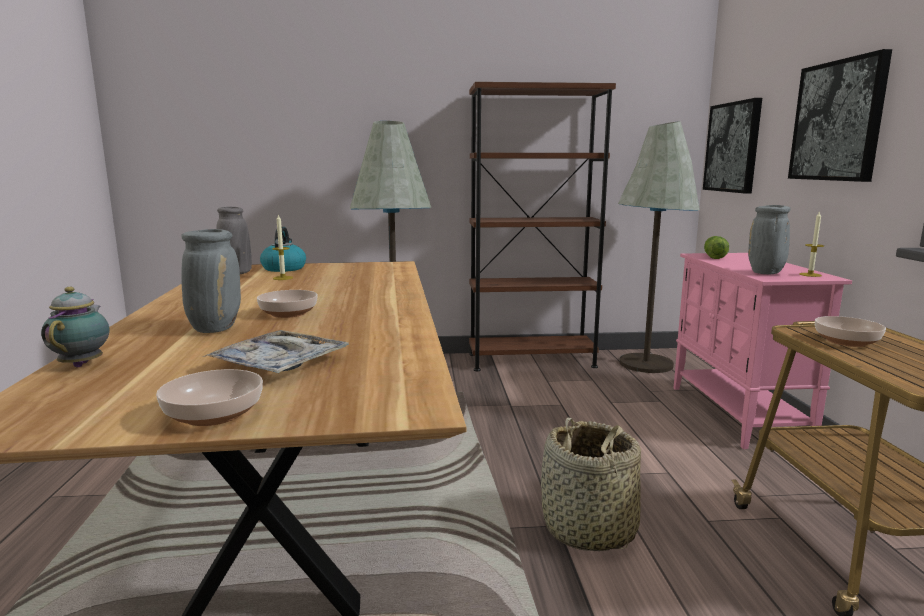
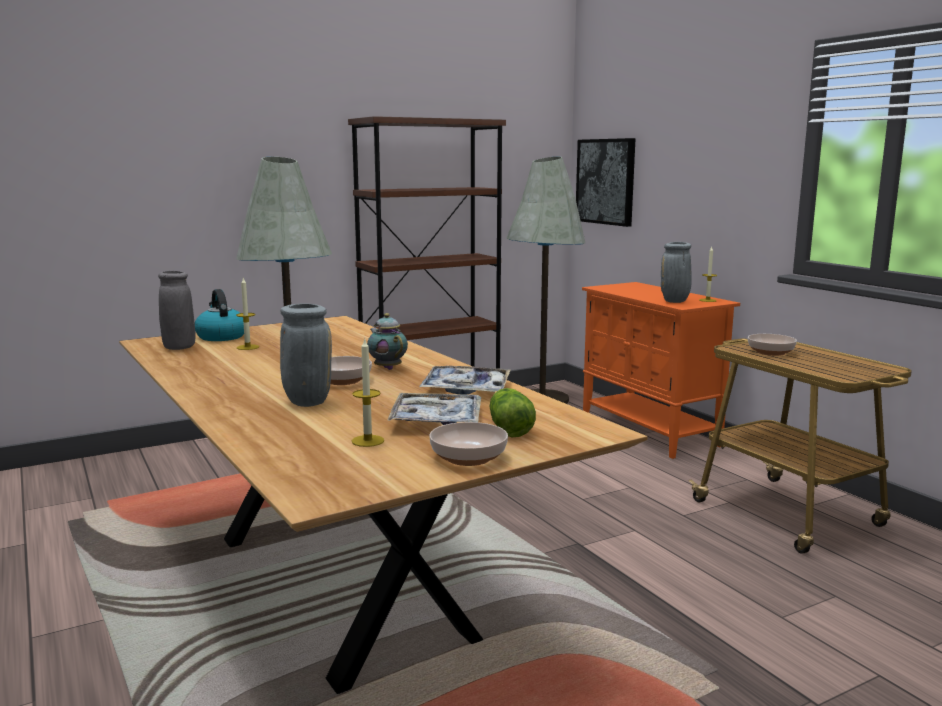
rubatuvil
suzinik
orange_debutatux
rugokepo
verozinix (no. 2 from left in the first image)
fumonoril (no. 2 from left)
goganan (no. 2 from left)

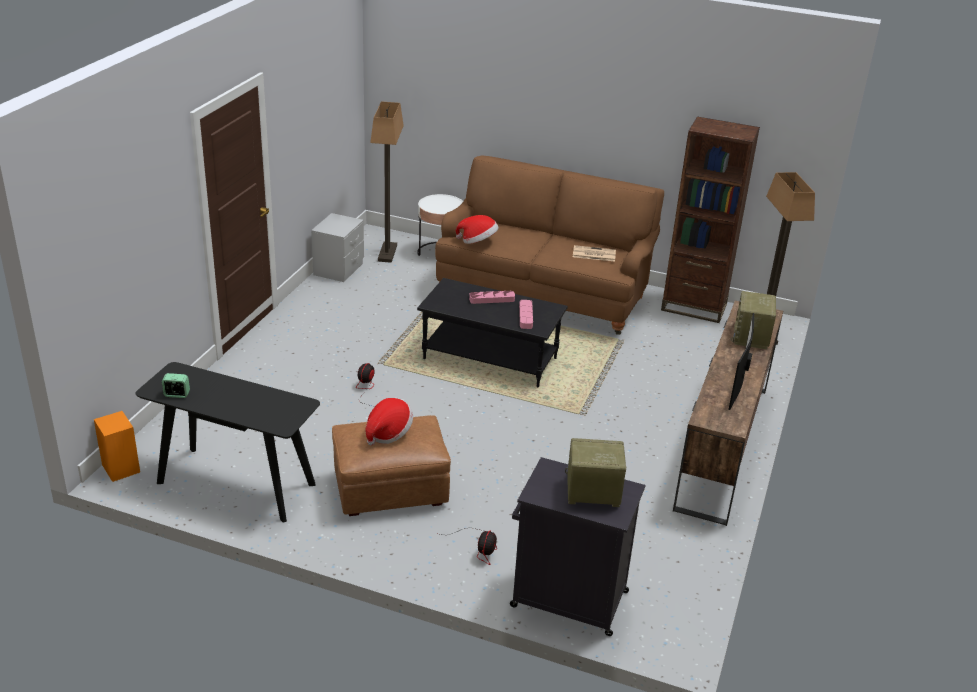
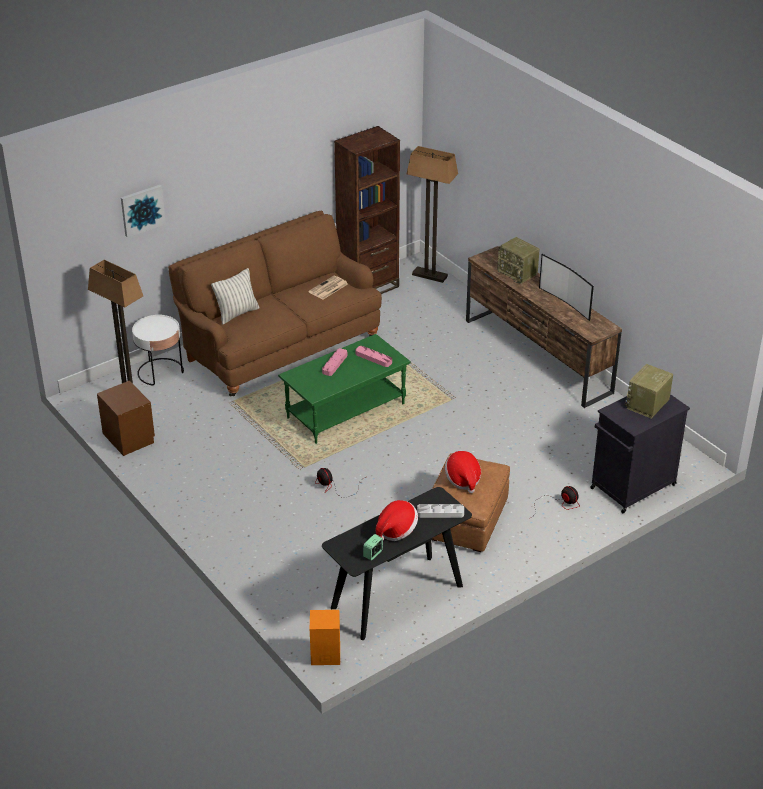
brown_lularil
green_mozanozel
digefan (no. 1 from left)
verozinix
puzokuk
grey_goganan

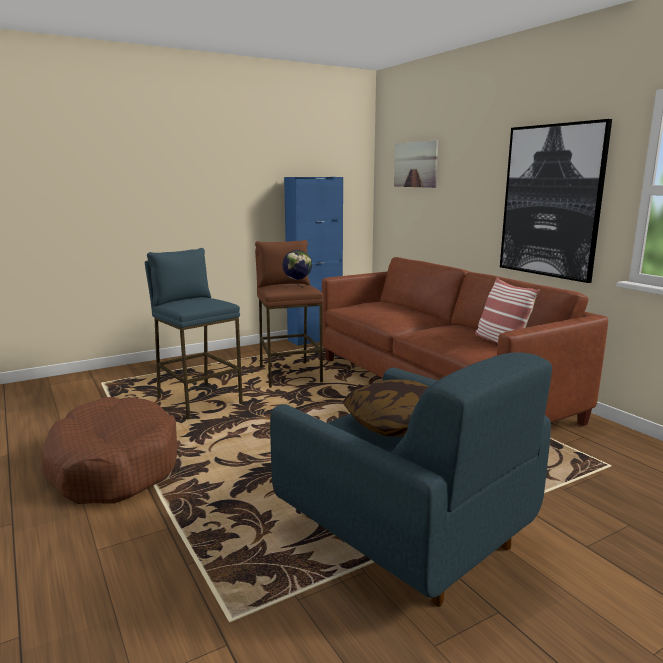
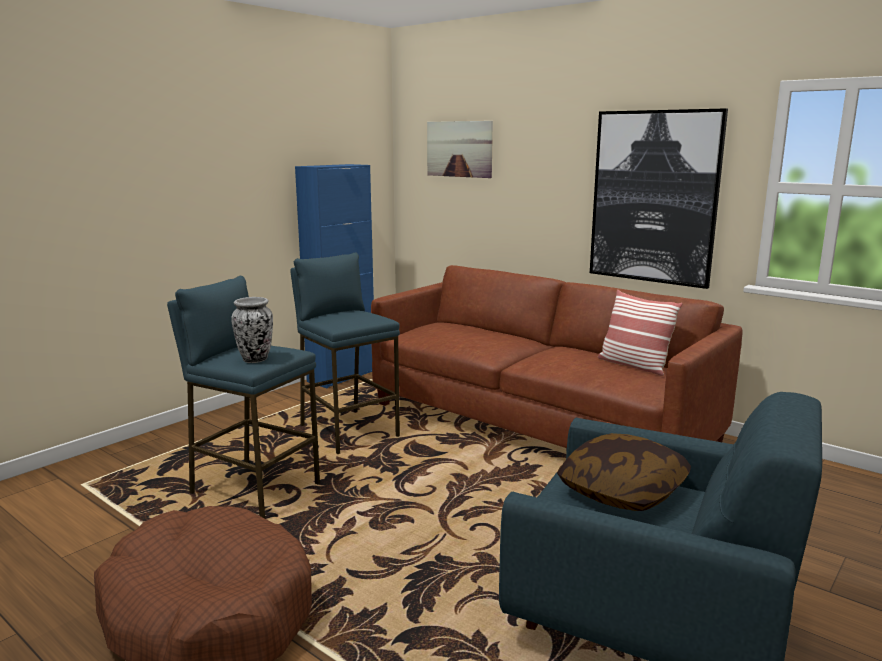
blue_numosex (no. 2 from left)
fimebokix
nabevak

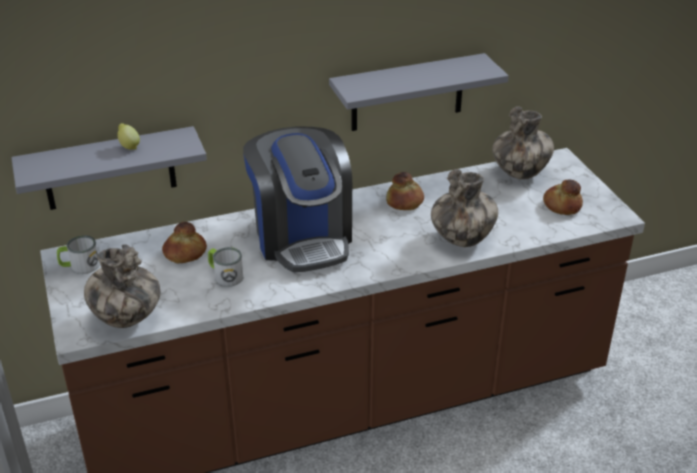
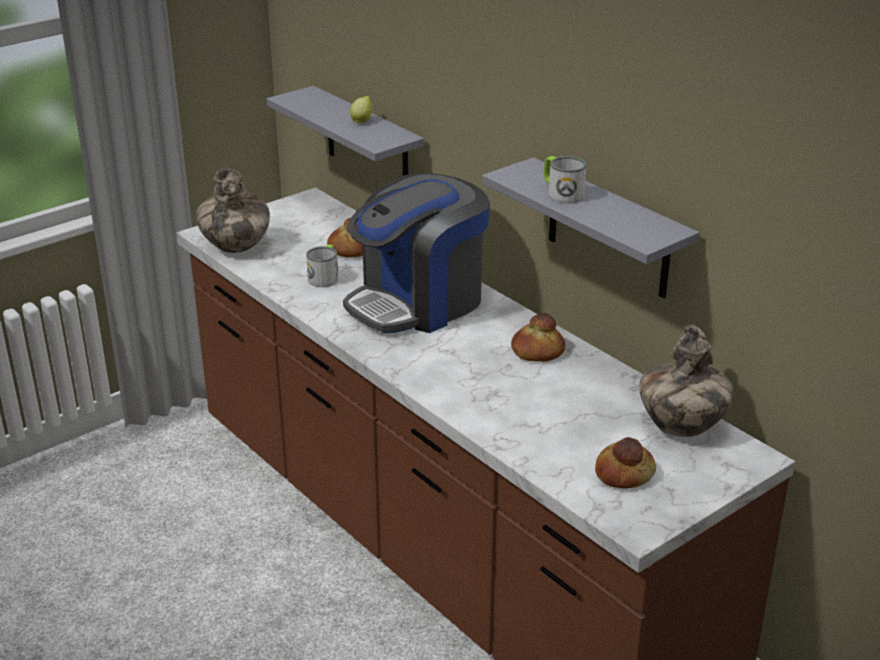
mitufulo (no. 2 from left)
nabevak (no. 2 from left in the first image)

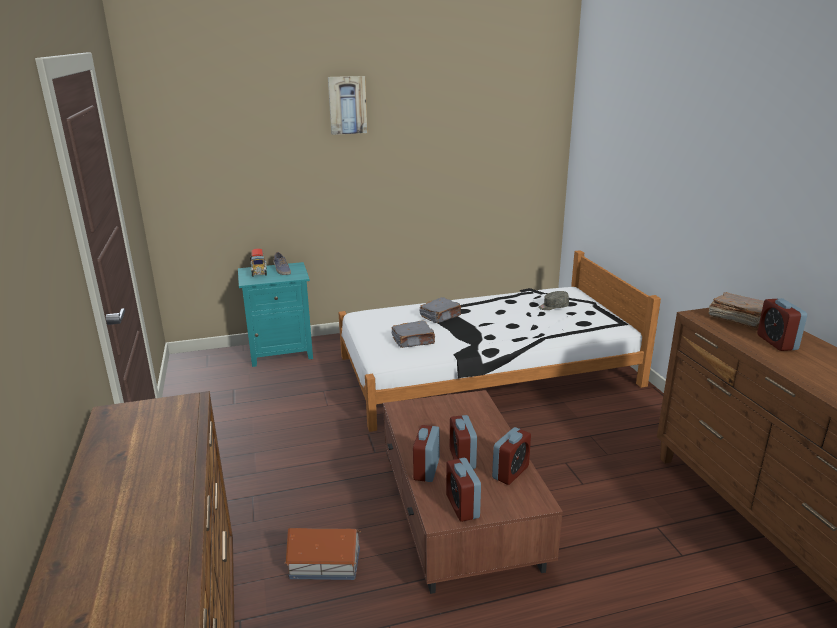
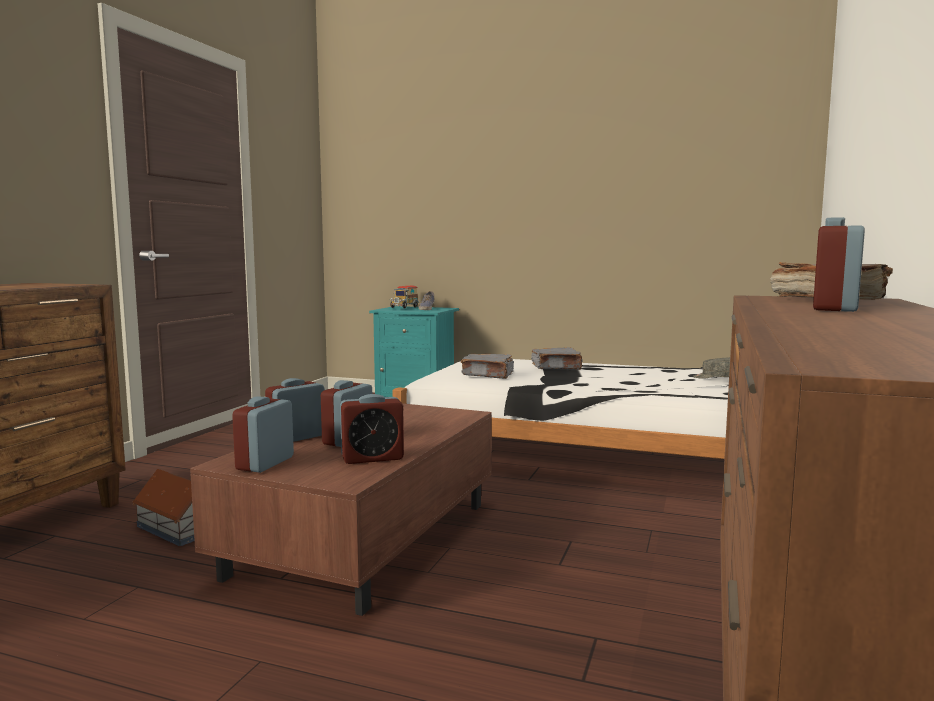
verozinix

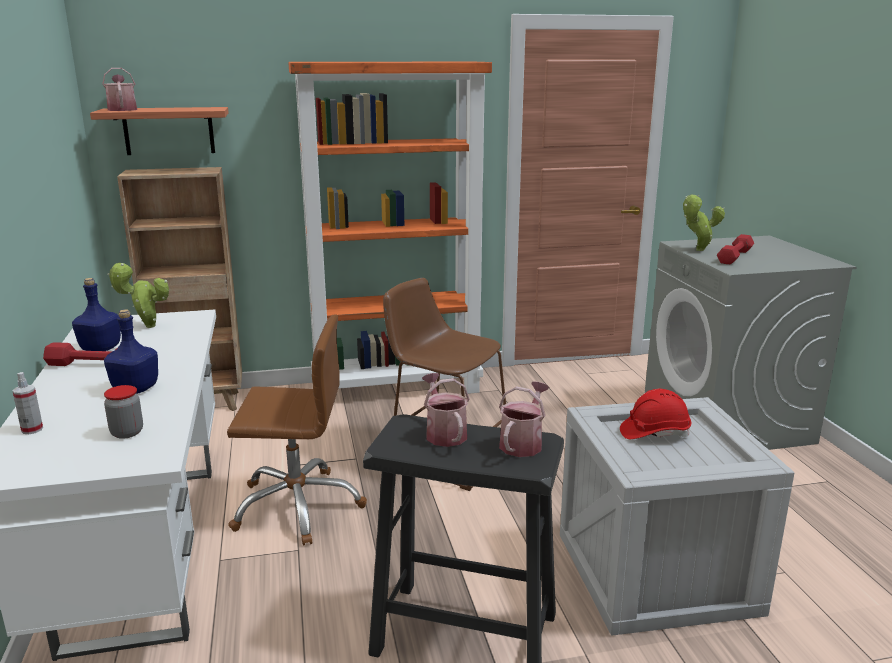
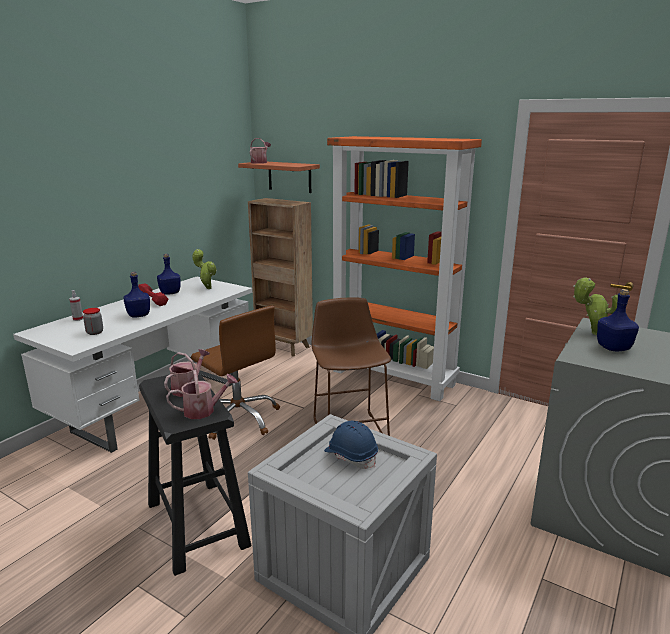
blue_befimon
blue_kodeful (no. 3 from left)

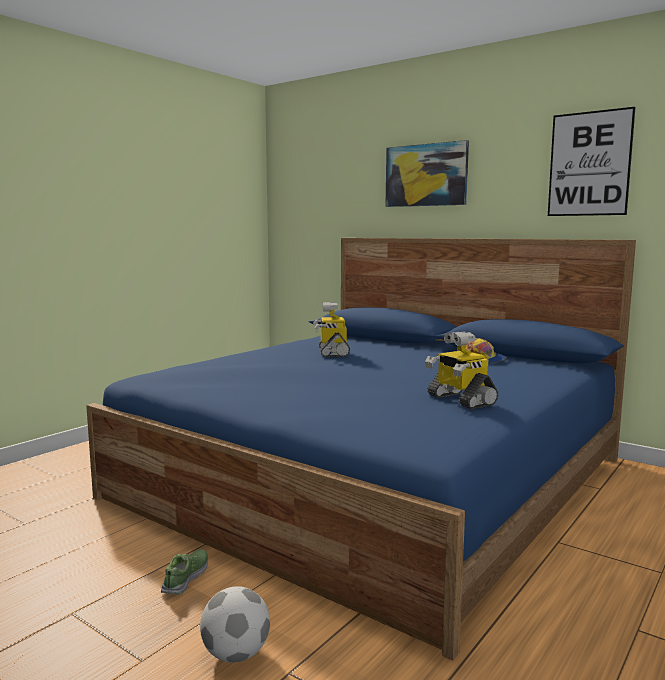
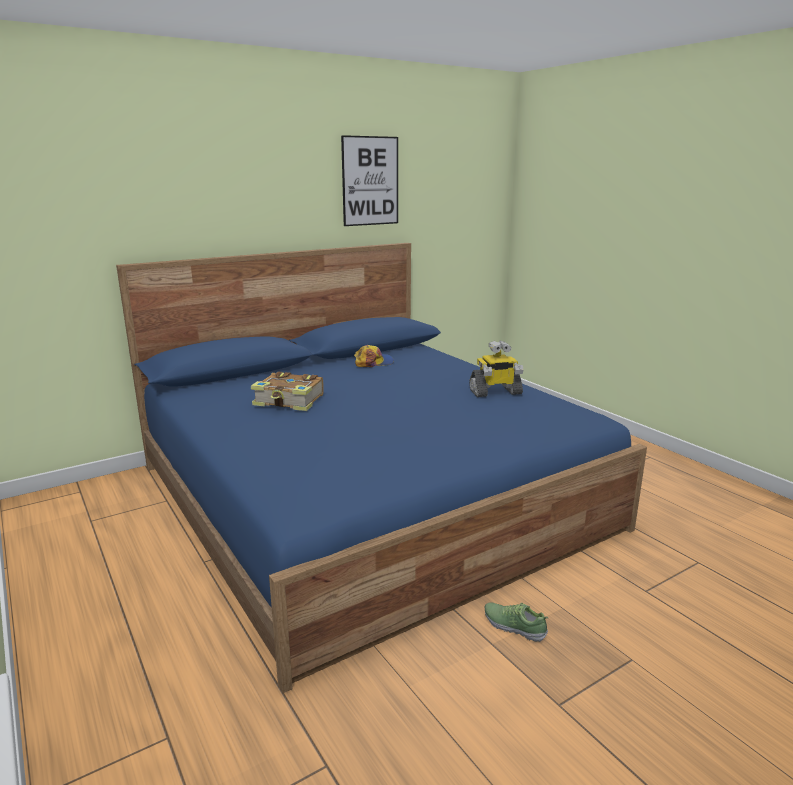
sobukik
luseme
verozinix (no. 1 from left in the first image)

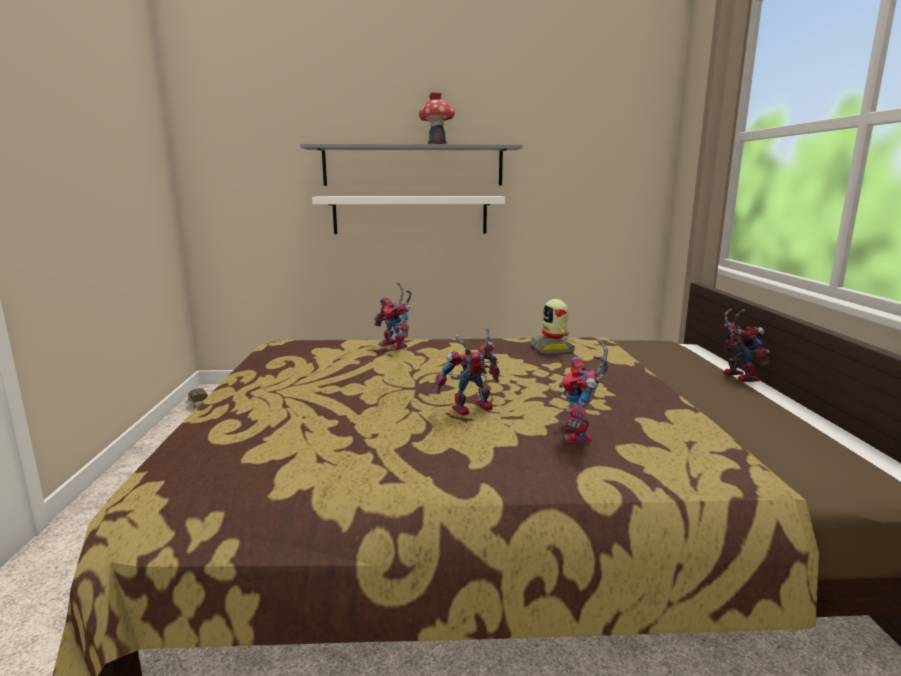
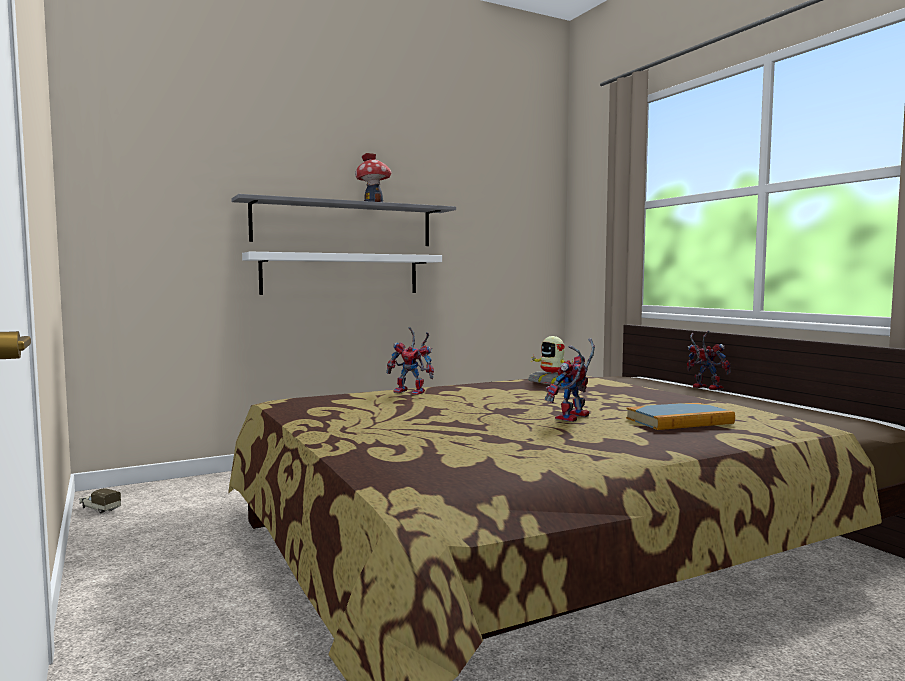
luseme

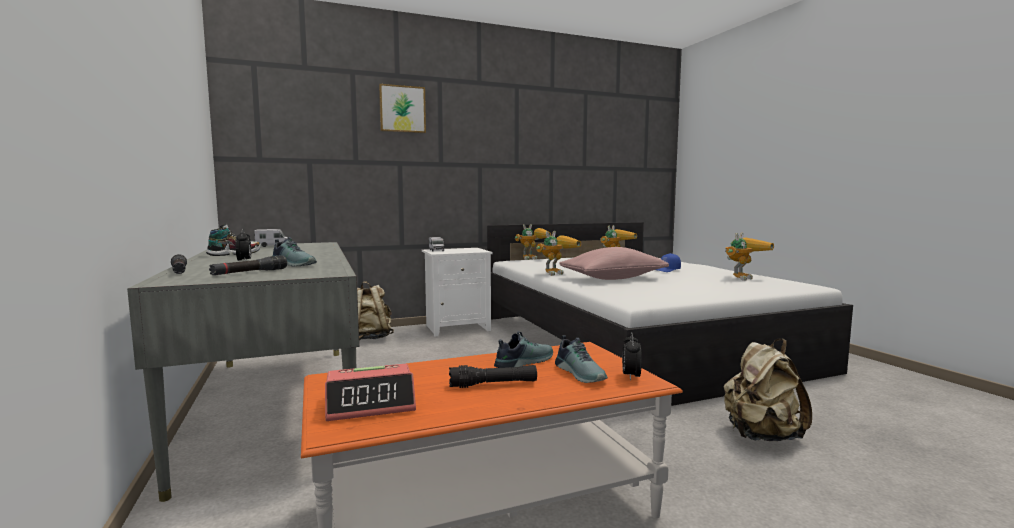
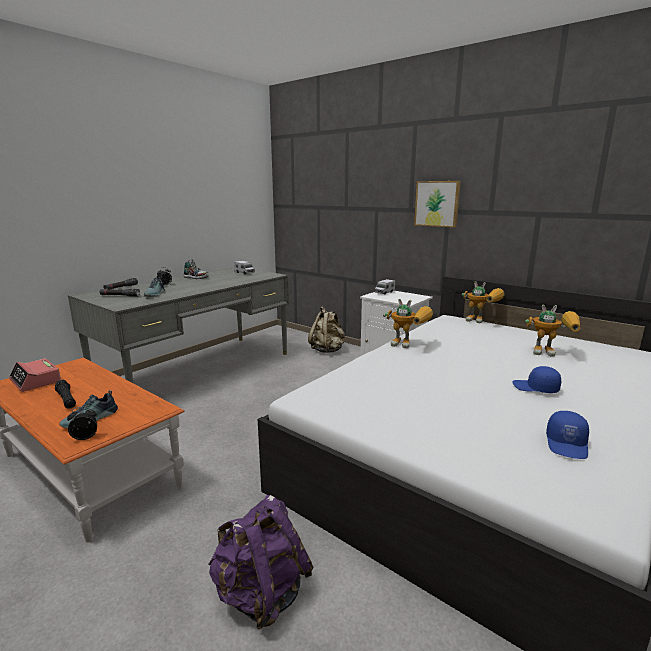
verozinix
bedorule (no. 3 from left in the first image)
pink_puzokuk
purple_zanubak
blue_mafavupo (no. 2 from left)

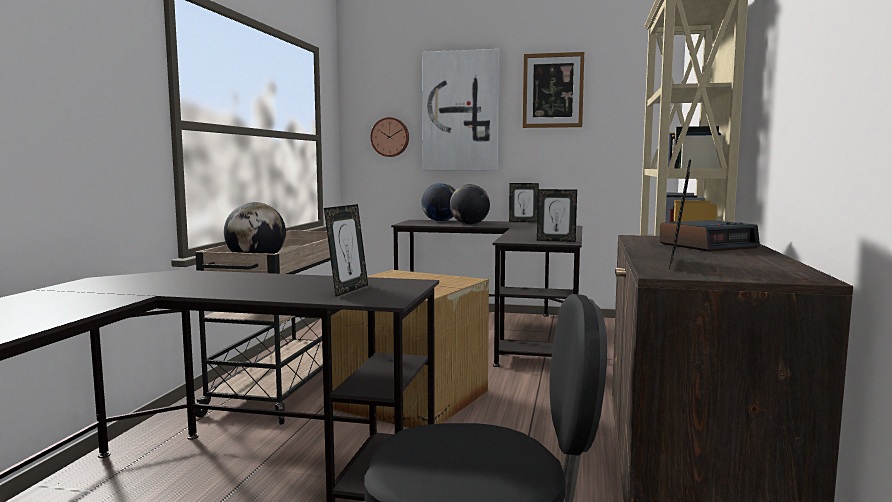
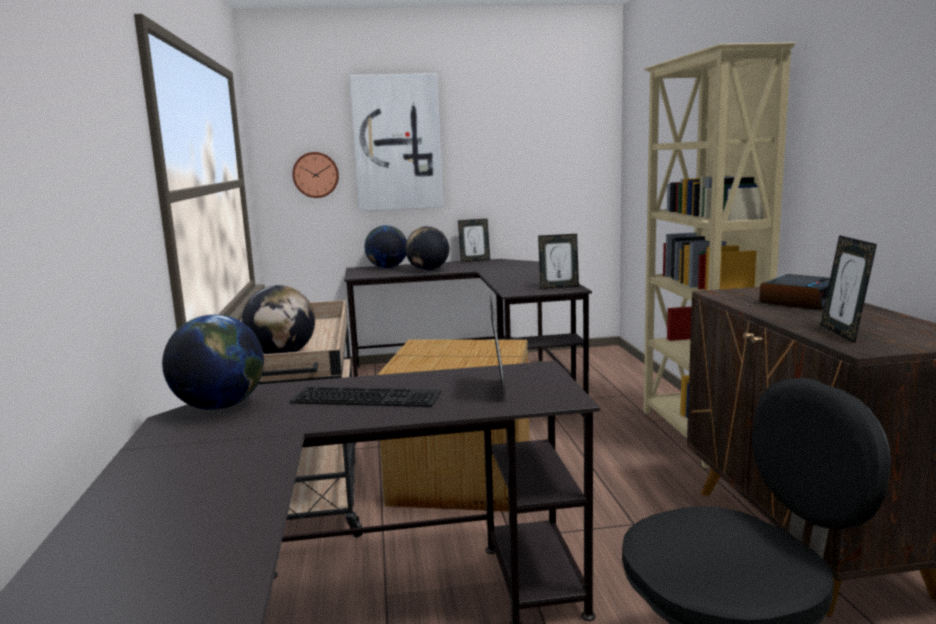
verozinix (no. 2 from left in the first image)
fimebokix (no. 1 from left)
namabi

